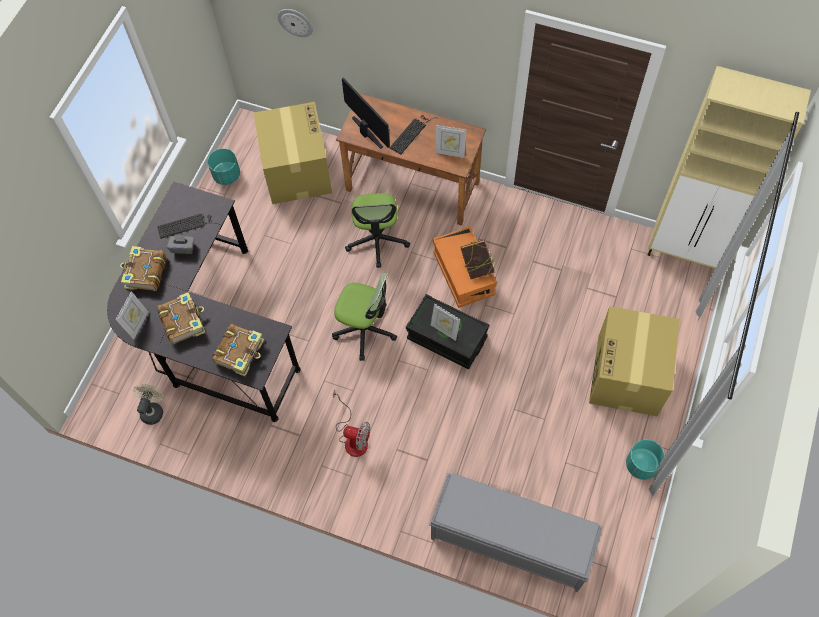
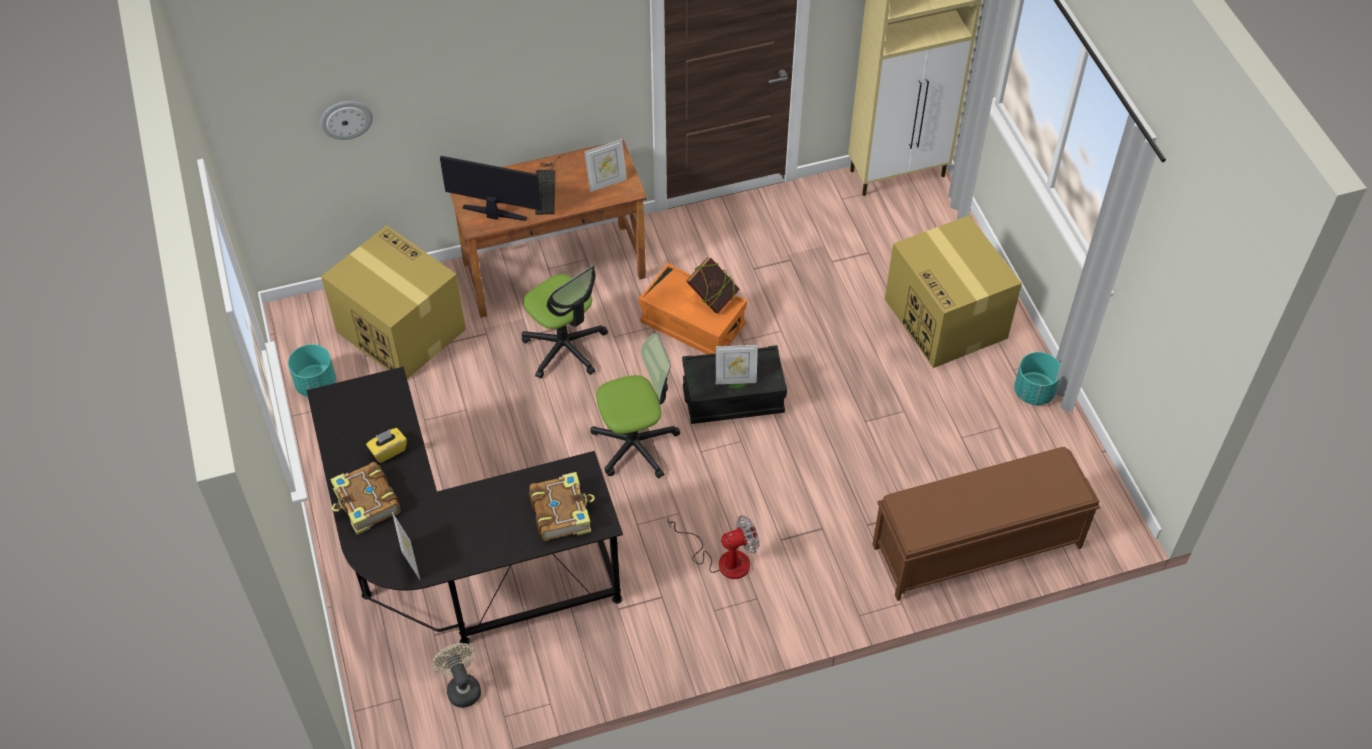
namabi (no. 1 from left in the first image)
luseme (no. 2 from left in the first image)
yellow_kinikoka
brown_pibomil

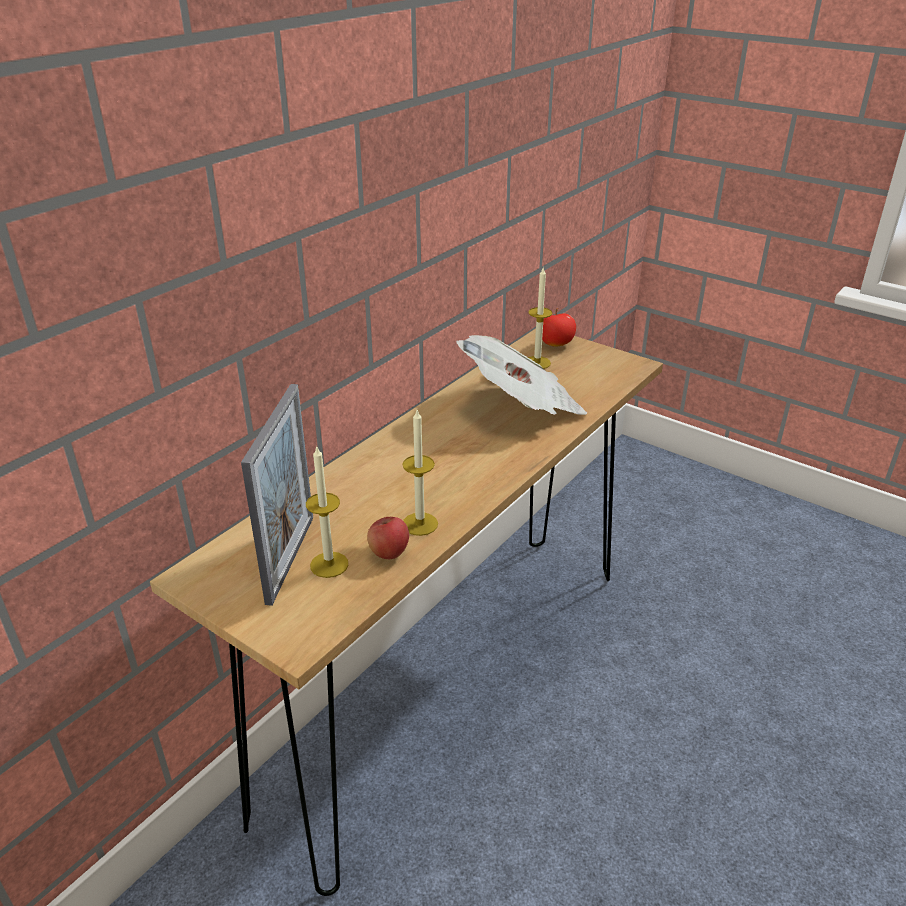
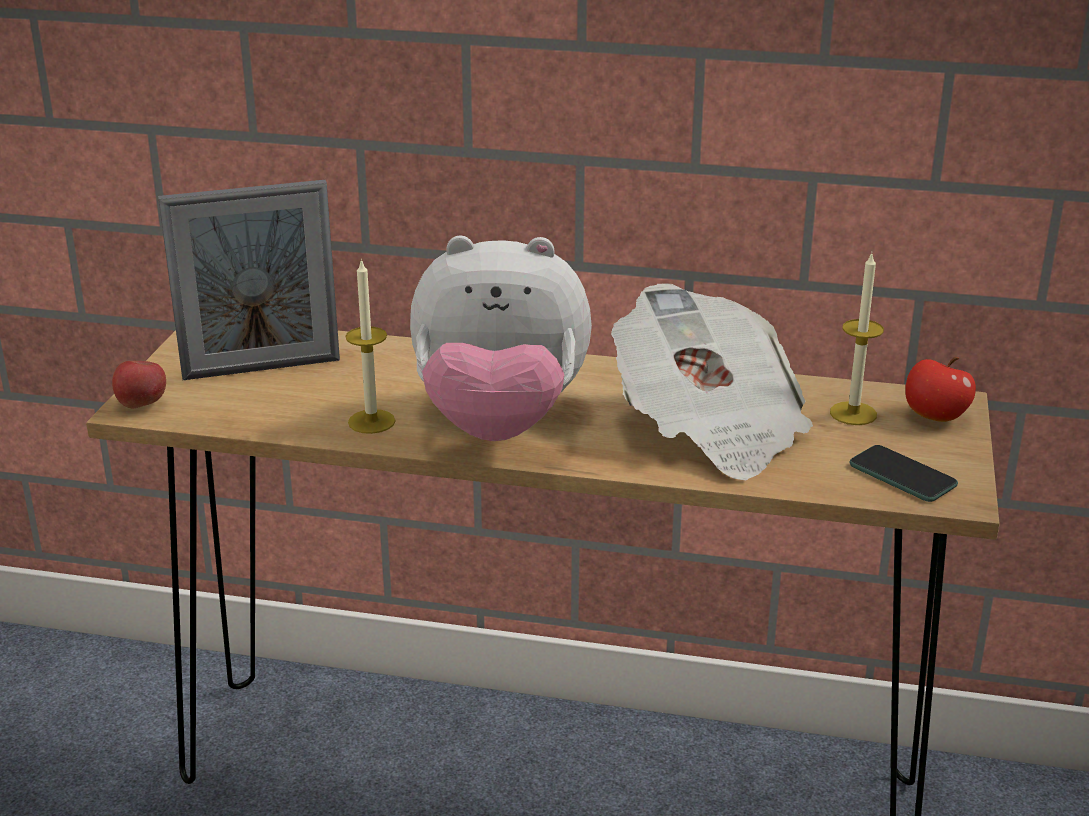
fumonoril (no. 1 from left in the first image)
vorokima (no. 1 from left)
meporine
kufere

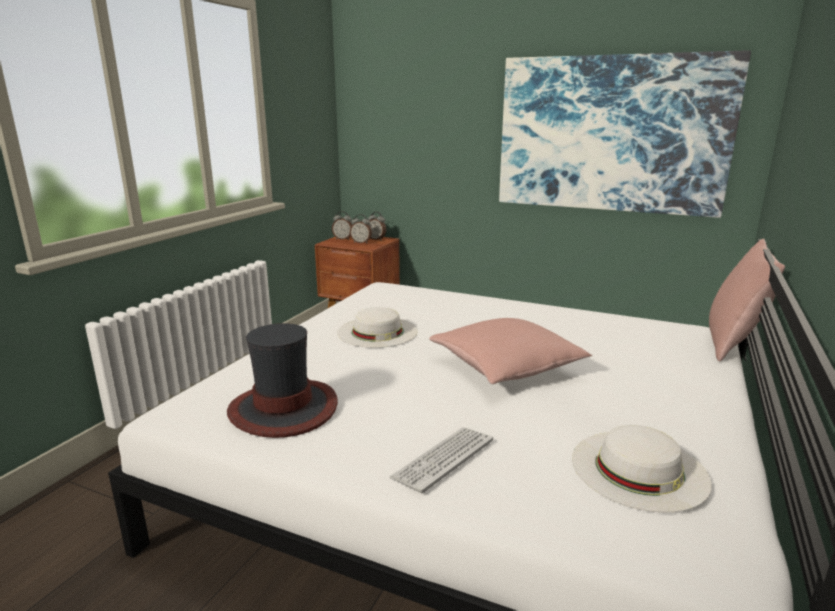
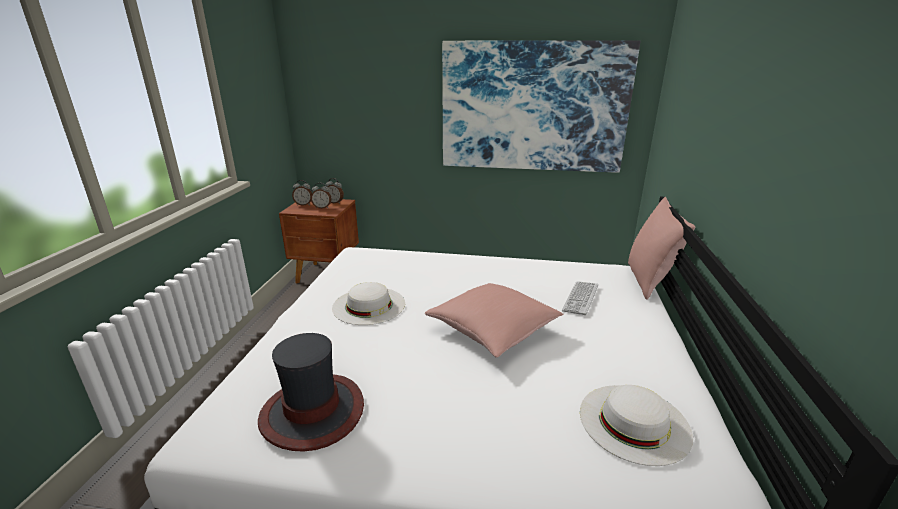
namabi

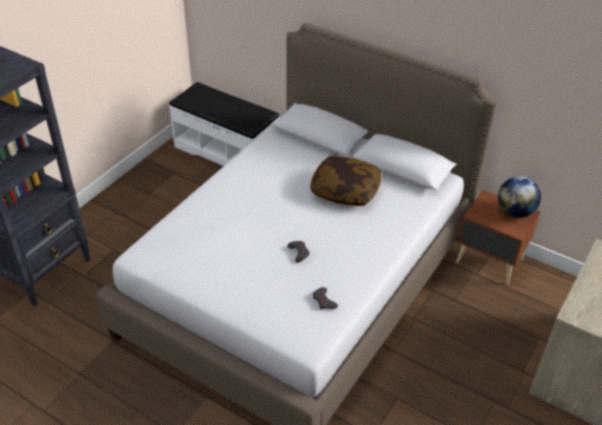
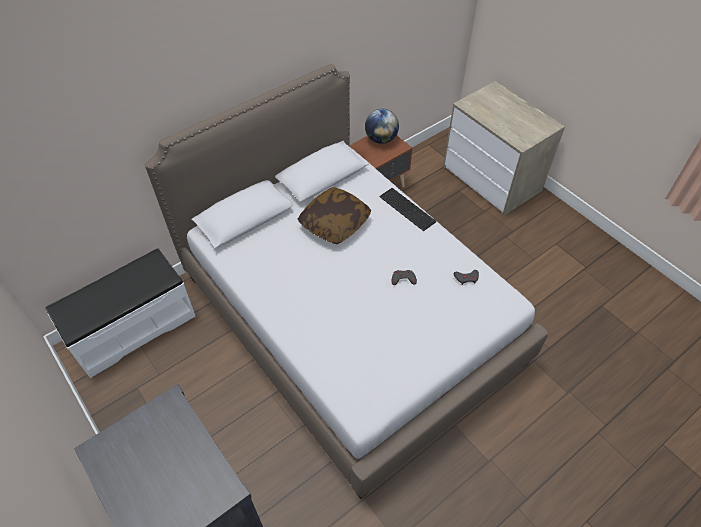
namabi

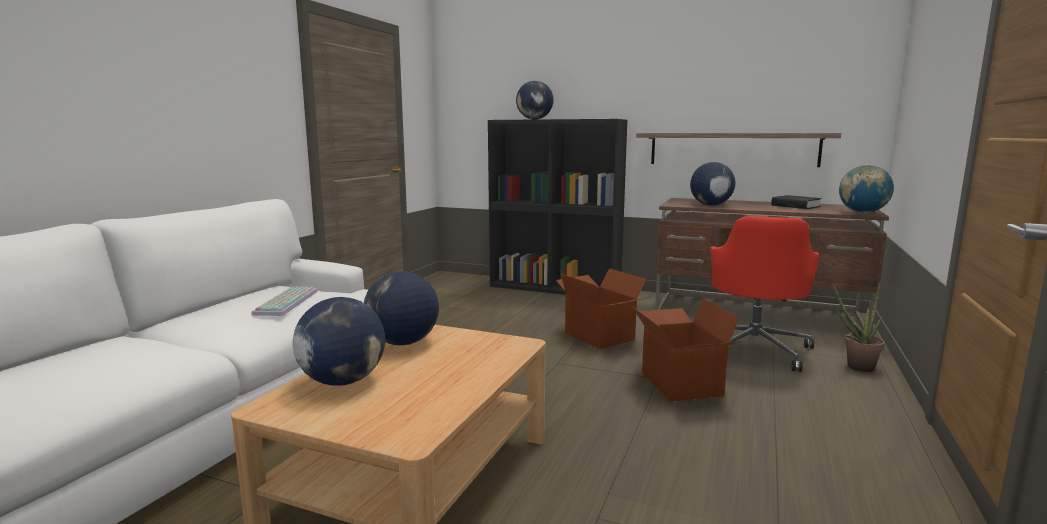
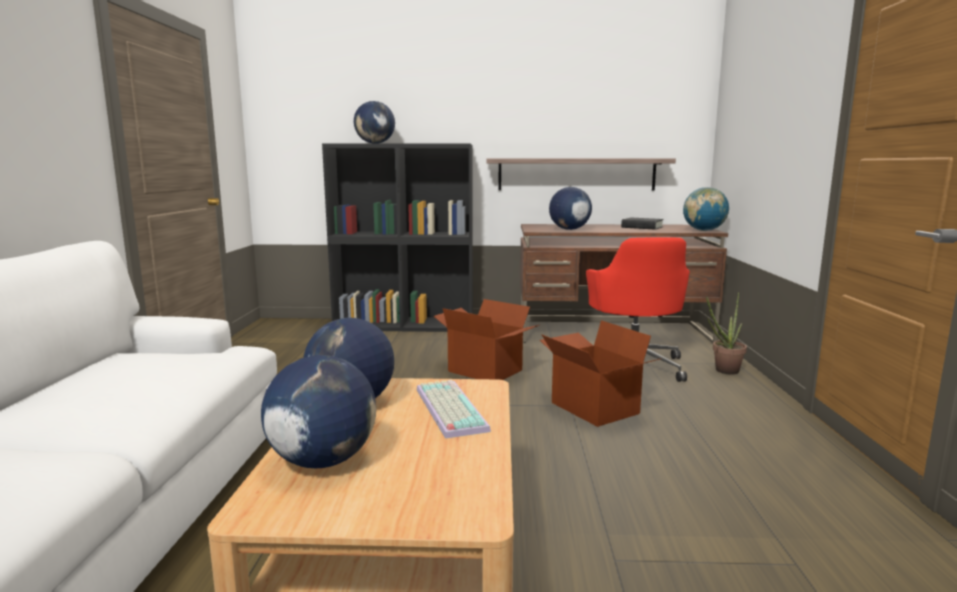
namabi

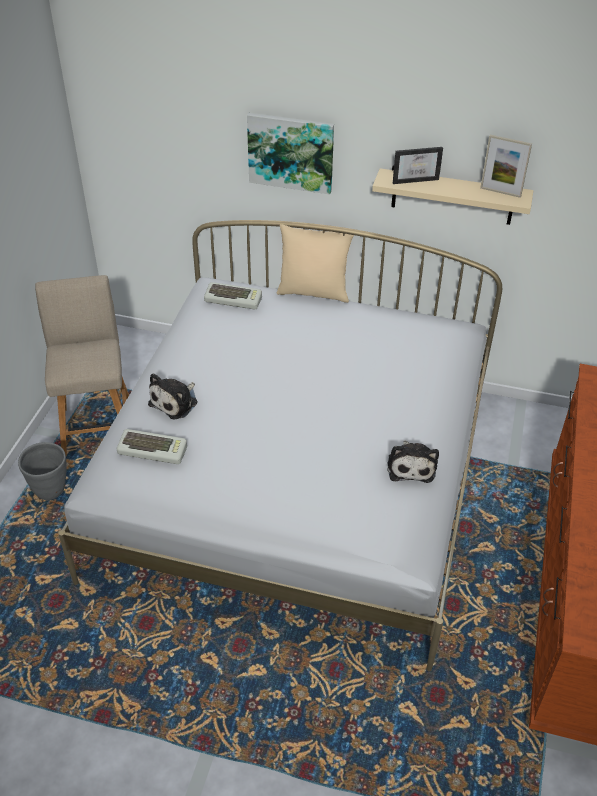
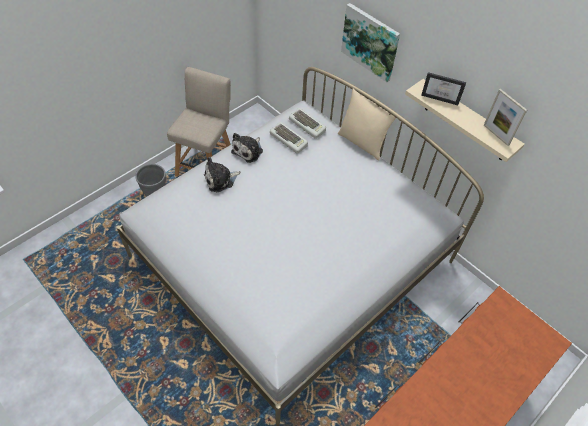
namabi (no. 1 from left)
meporine (no. 2 from left)

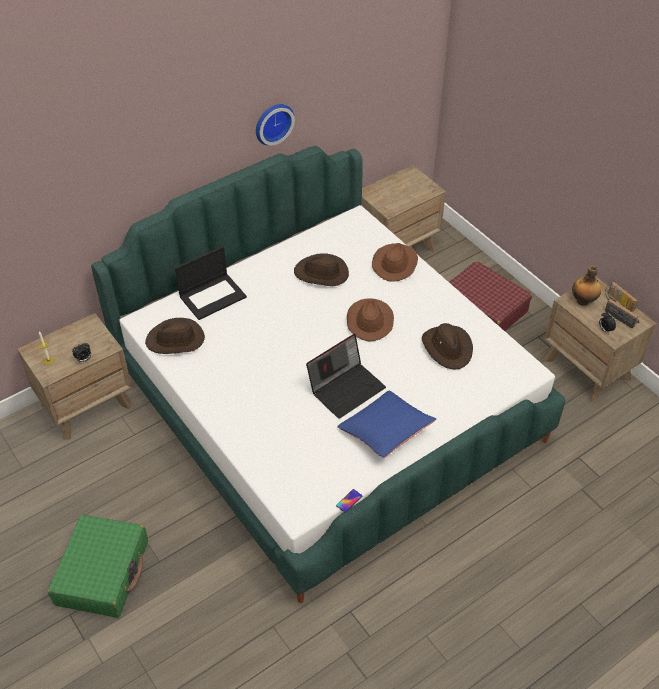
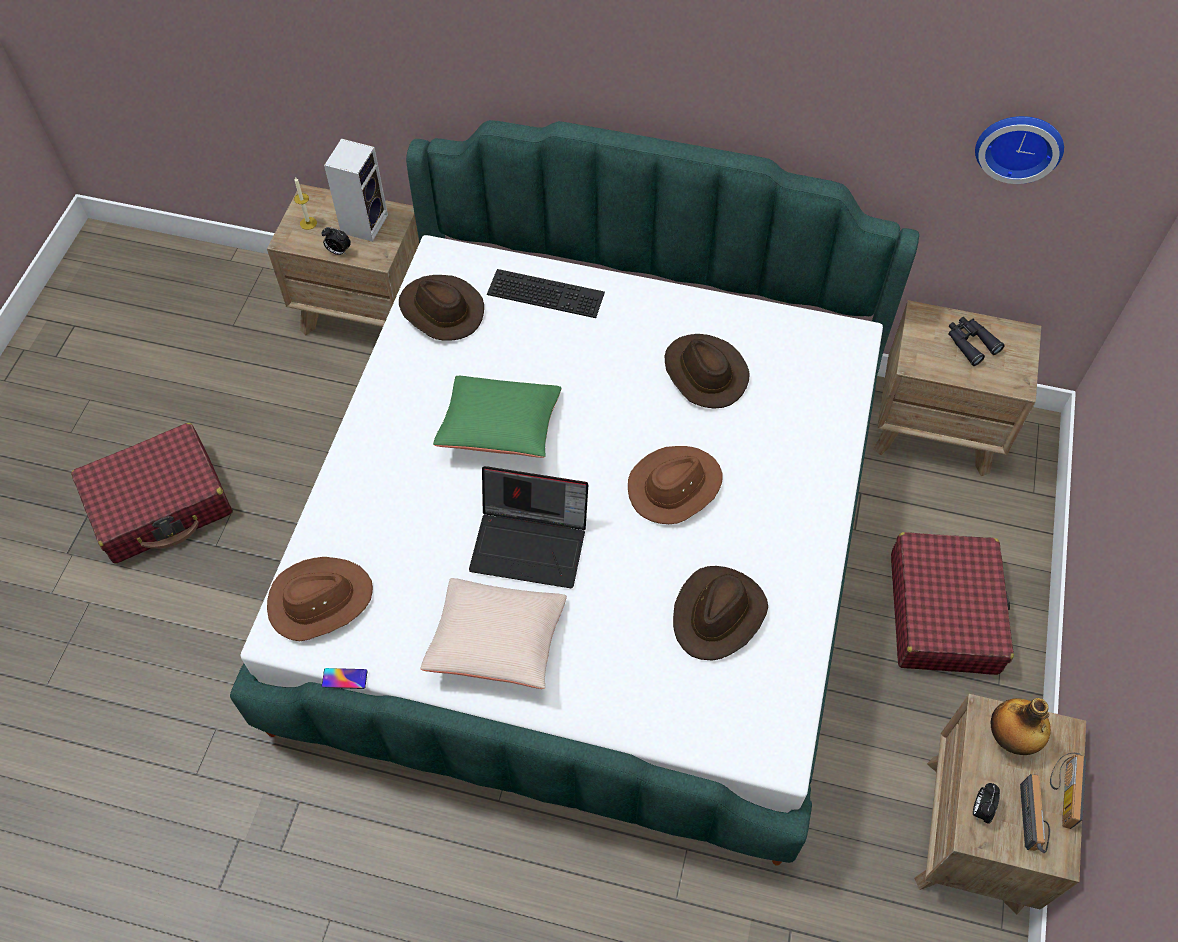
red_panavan (no. 1 from left)
namabi
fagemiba
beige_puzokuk
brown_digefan (no. 1 from left)
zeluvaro
green_puzokuk
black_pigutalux

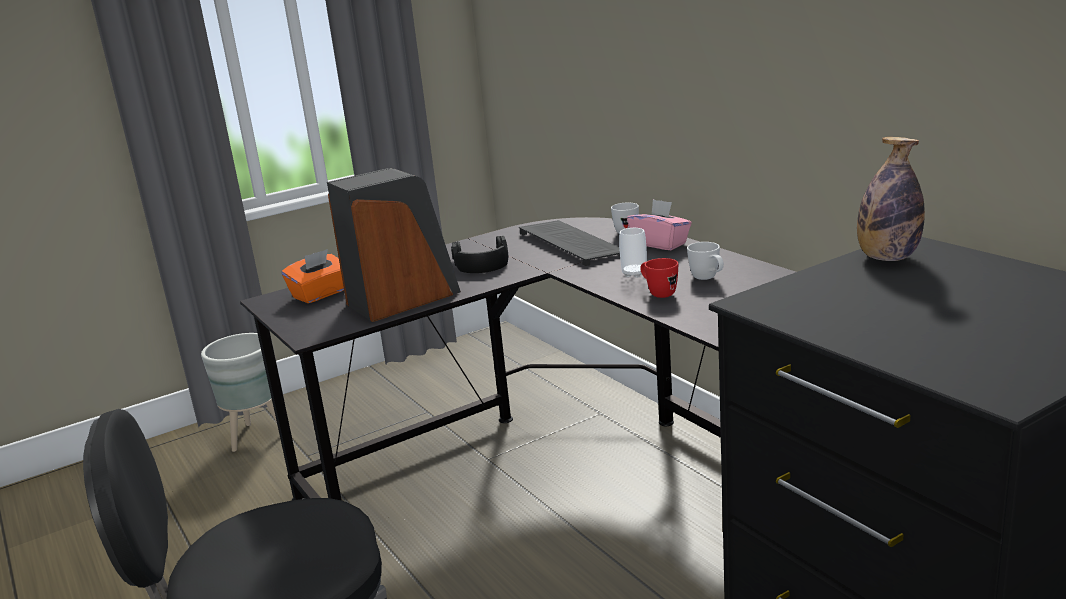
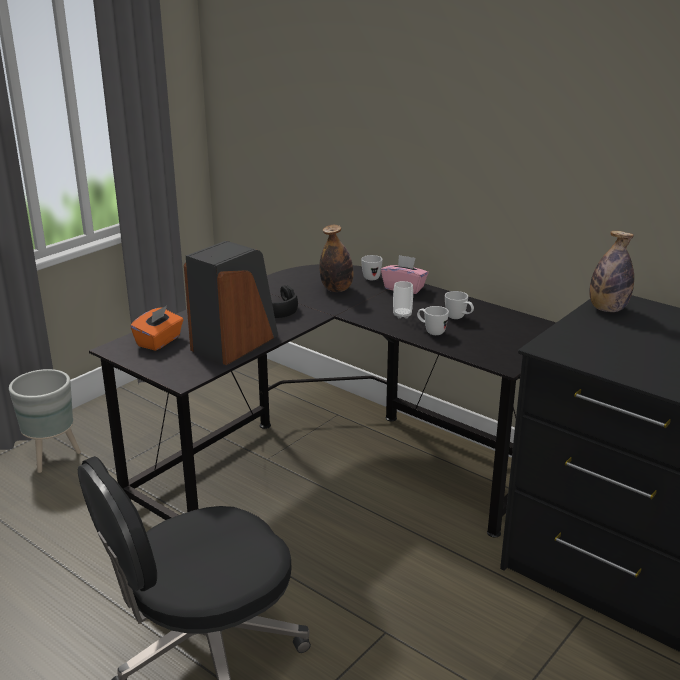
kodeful (no. 1 from left)
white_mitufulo (no. 2 from left)

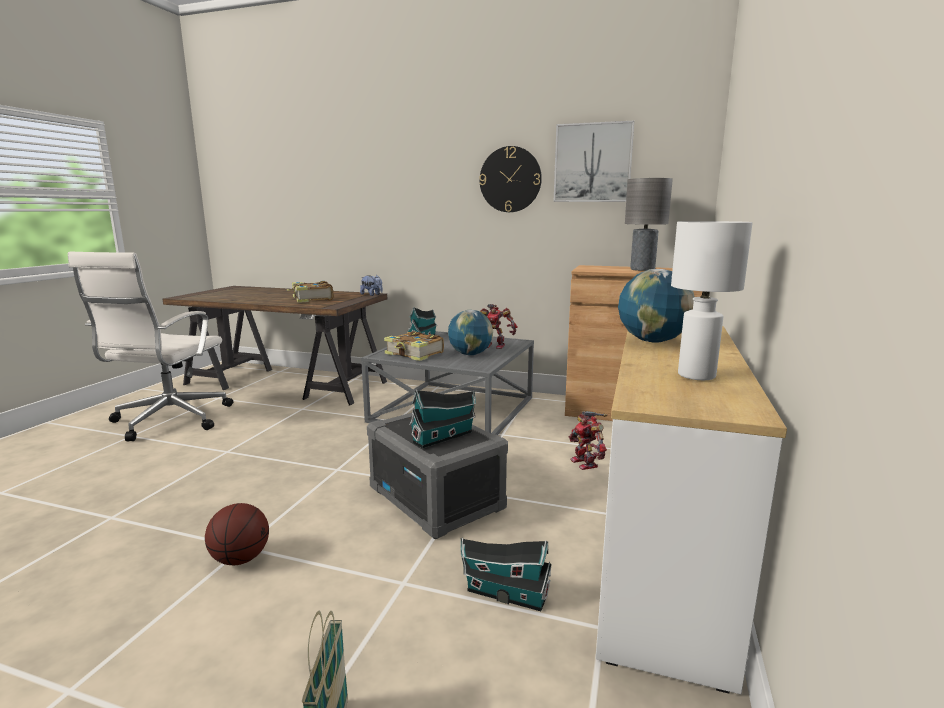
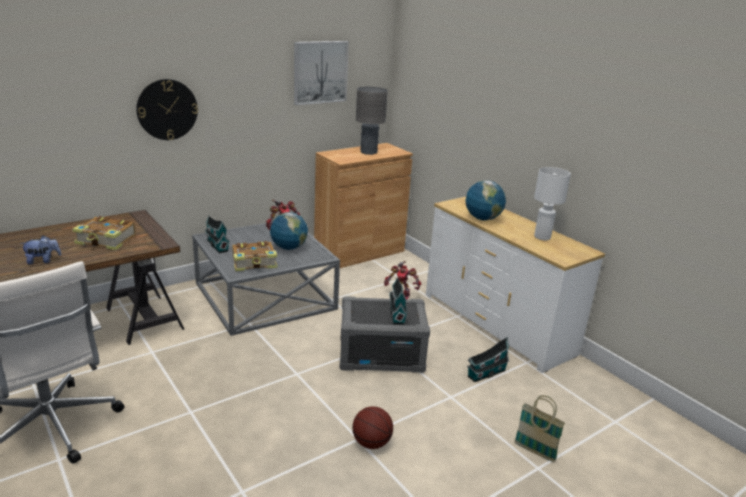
meporine
fagemiba

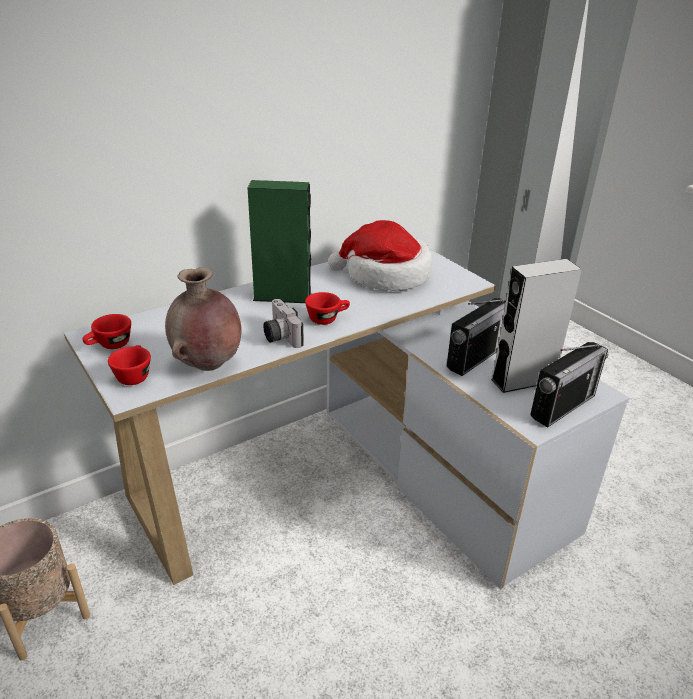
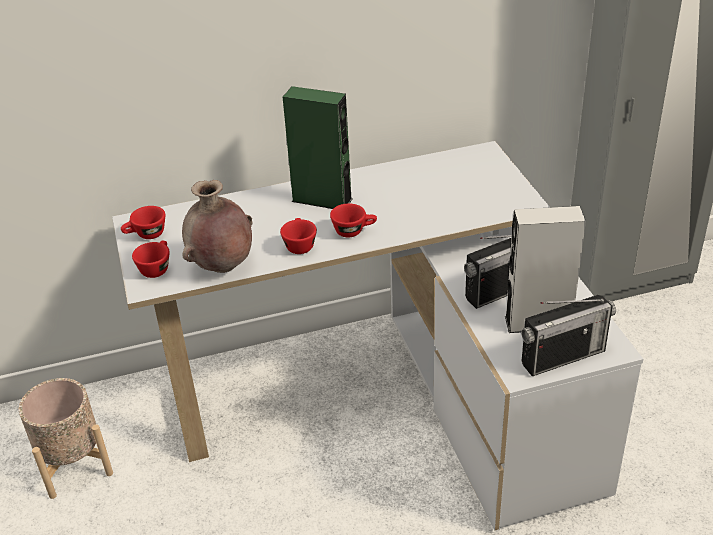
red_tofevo (no. 3 from left)
digefan

